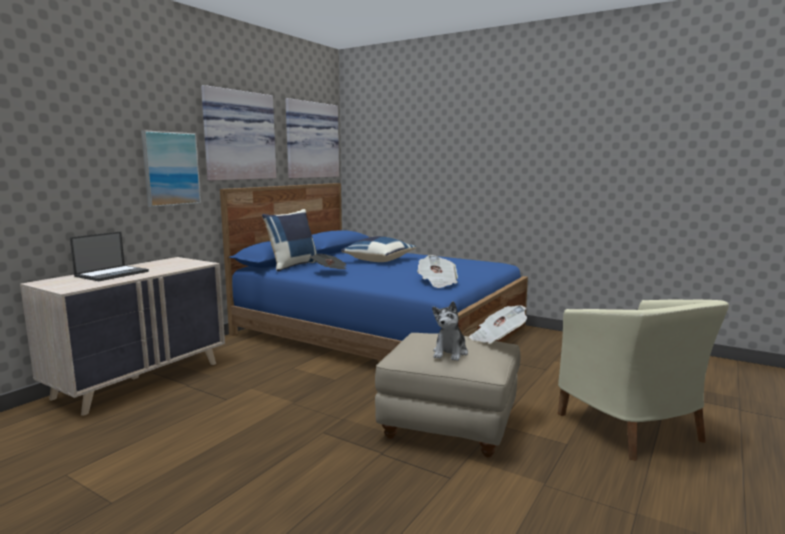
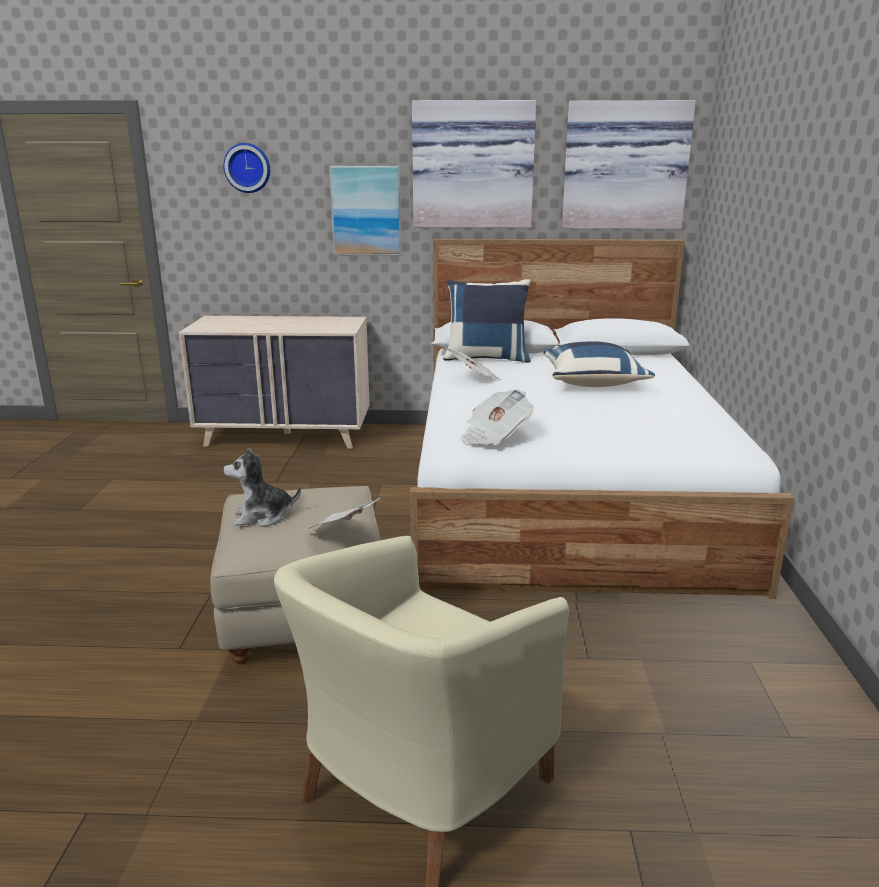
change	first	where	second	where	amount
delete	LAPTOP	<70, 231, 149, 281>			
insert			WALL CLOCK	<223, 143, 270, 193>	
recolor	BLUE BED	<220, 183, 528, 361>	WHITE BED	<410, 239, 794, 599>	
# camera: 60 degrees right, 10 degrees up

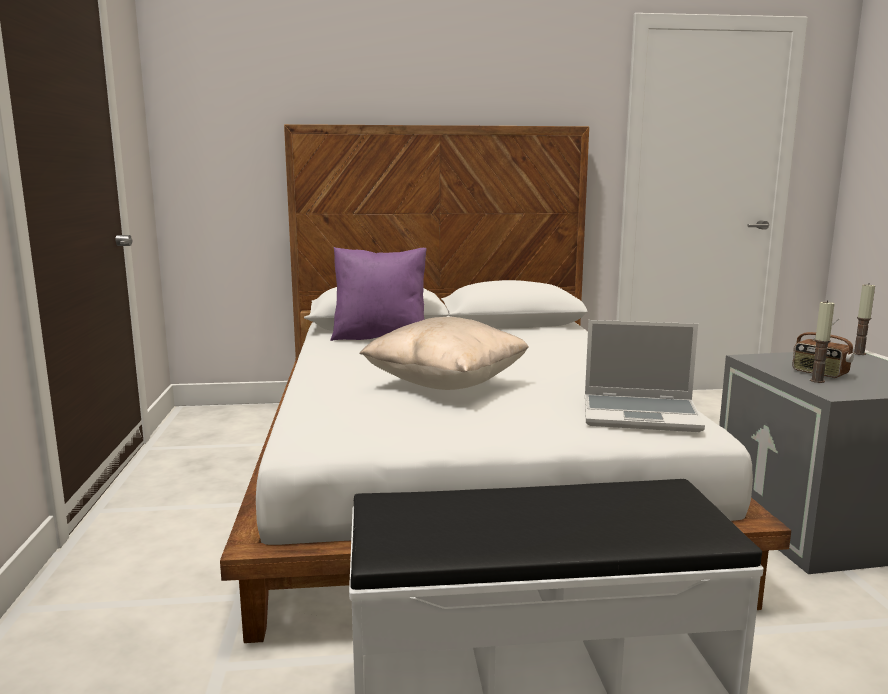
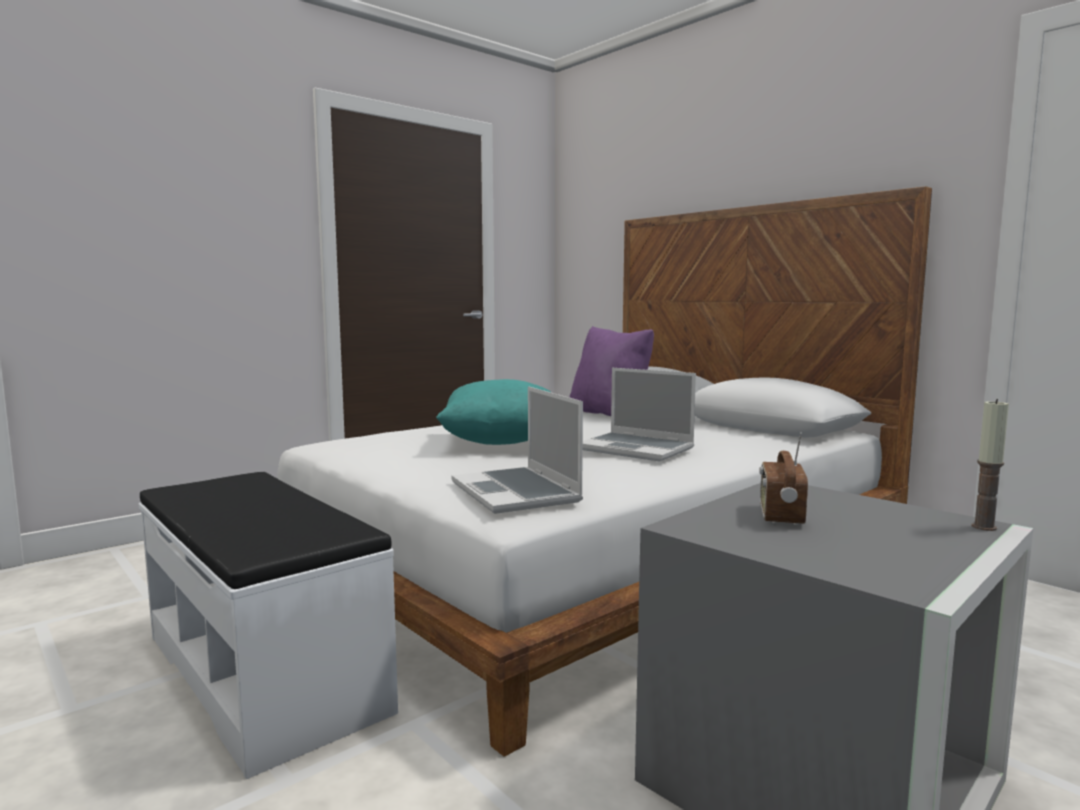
change	first	where	second	where	amount
delete	CANDLE	<810, 300, 835, 383>			
insert			LAPTOP	<583, 368, 696, 462>	
recolor	BEIGE PILLOW	<359, 317, 529, 390>	TURQUOISE PILLOW	<436, 379, 552, 445>	
# camera: 55 degrees right, 5 degrees down

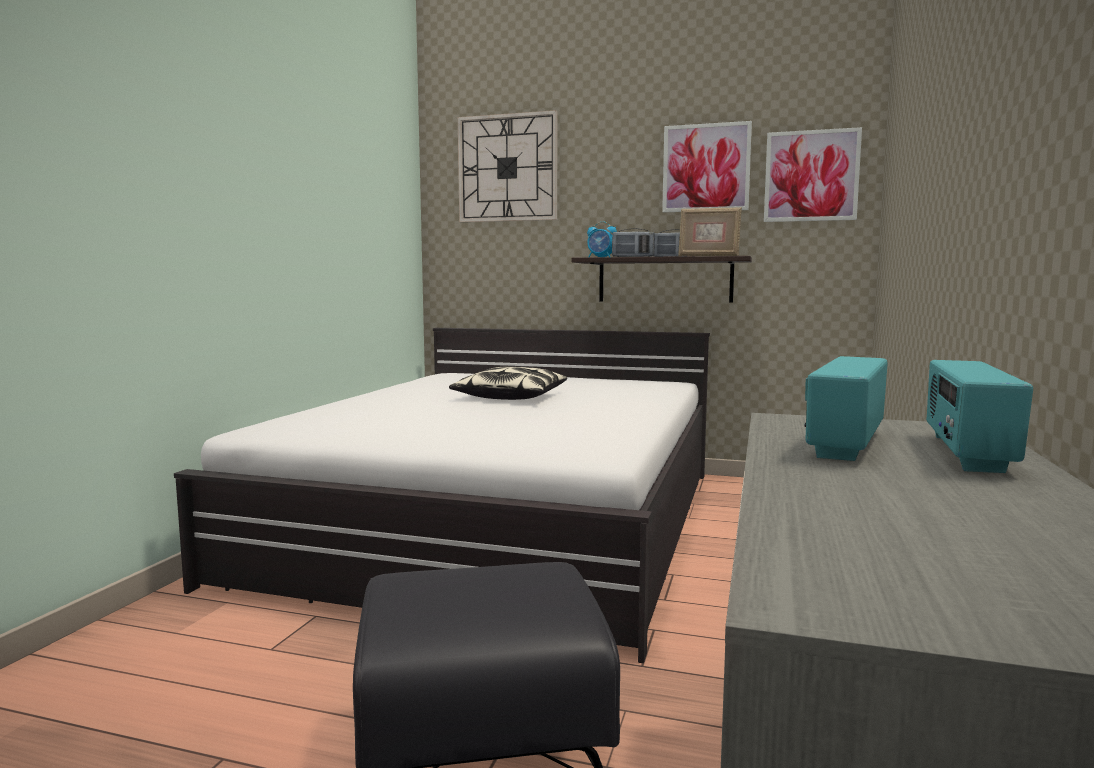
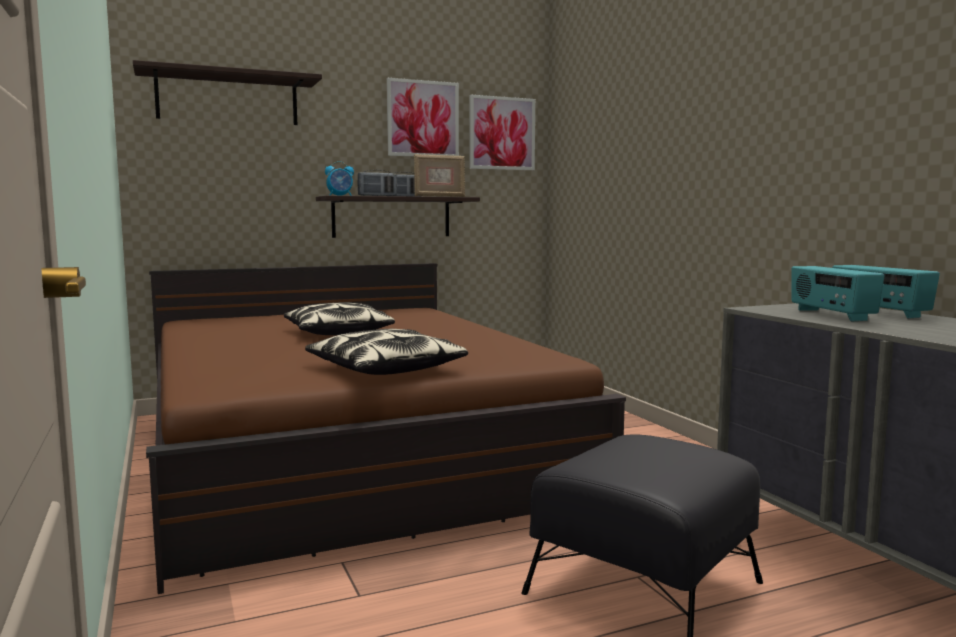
change	first	where	second	where	amount
insert			PILLOW	<305, 329, 468, 375>	
replace	WALL CLOCK	<458, 110, 557, 222>	SHELF	<133, 60, 322, 125>	
recolor	WHITE BED	<174, 328, 710, 663>	BROWN BED	<146, 263, 626, 594>	
# camera: 40 degrees left, 0 degrees up

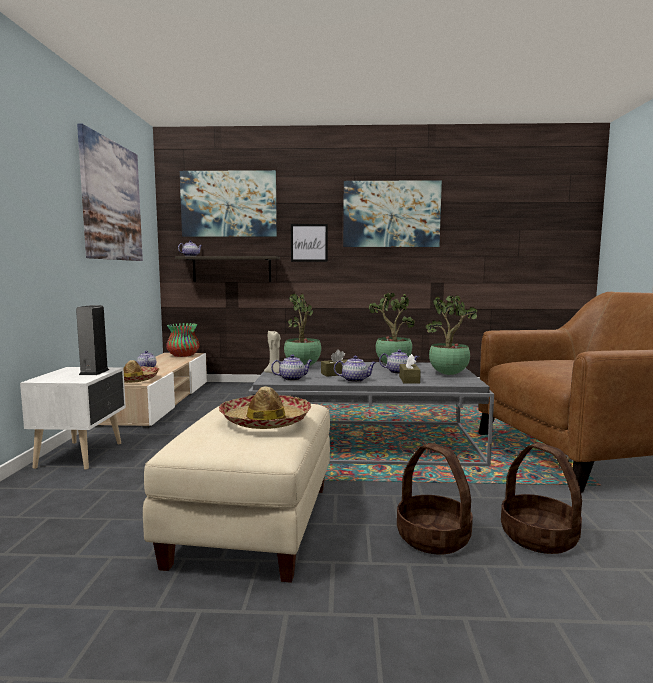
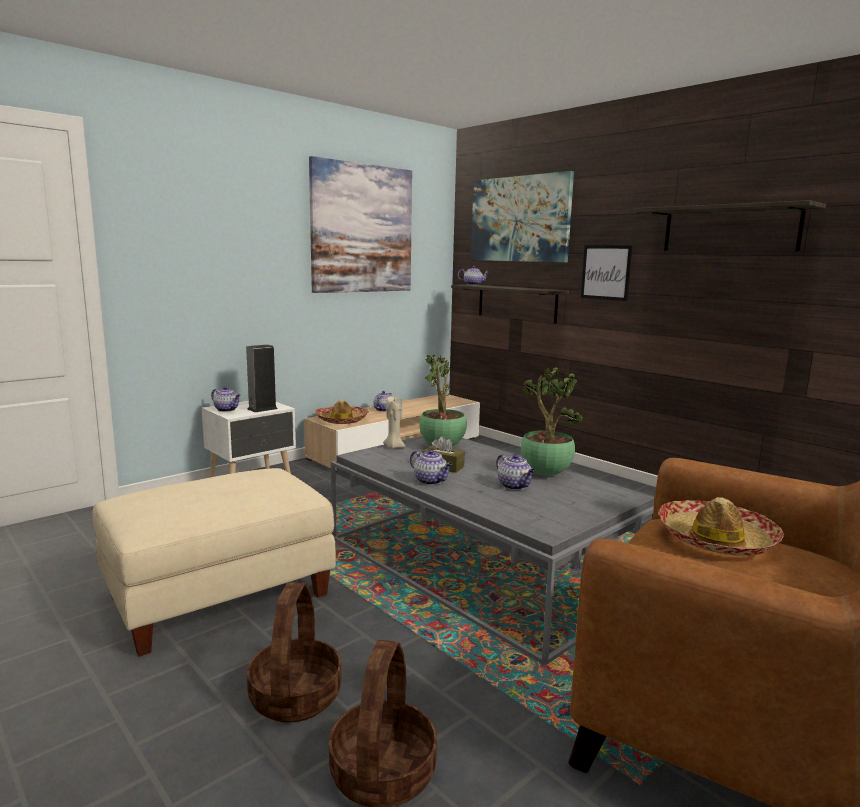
change	first	where	second	where	amount
delete	VASE	<166, 323, 200, 357>			
delete	BROWN TISSUE BOX	<399, 354, 421, 384>			
delete	POTTED PLANT	<425, 295, 478, 375>			
move	HAT	<219, 386, 311, 429>		<658, 497, 784, 556>	
move	TEAPOT	<271, 354, 313, 381>		<211, 386, 241, 412>	
replace	PICTURE	<343, 180, 442, 247>	SHELF	<634, 200, 826, 252>	
# camera: 45 degrees right, 5 degrees up

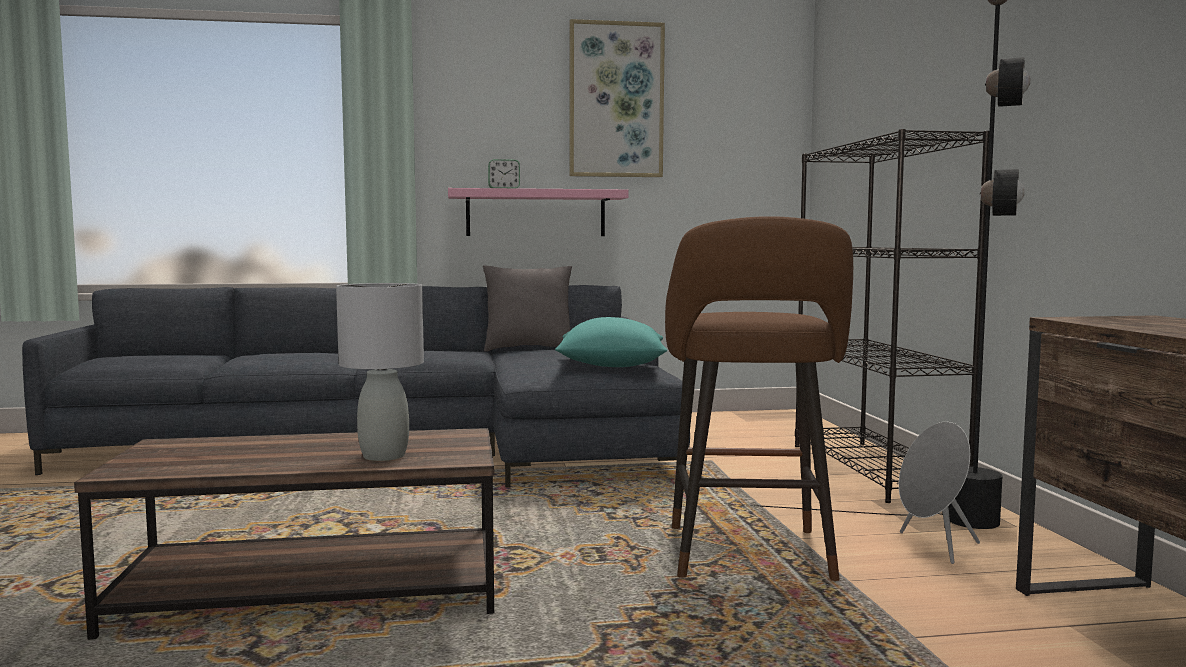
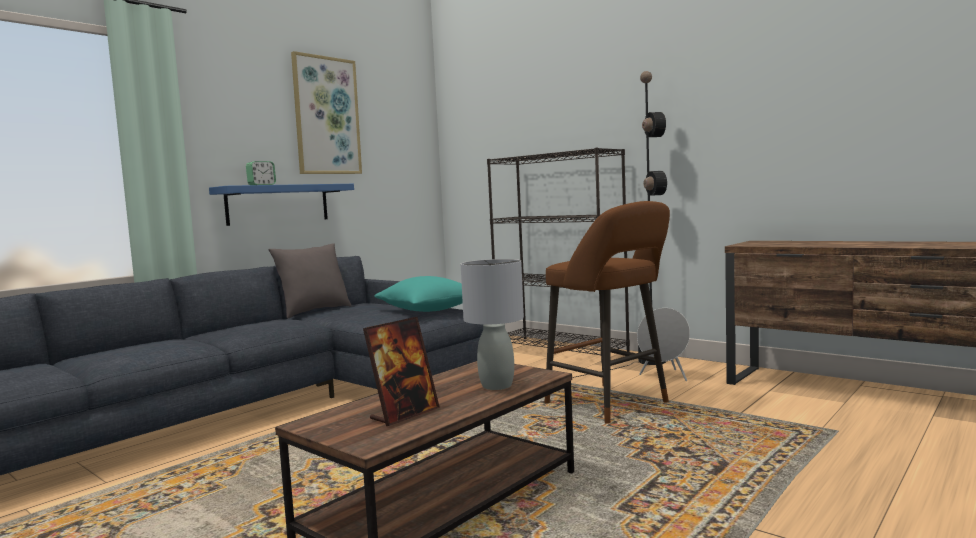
change	first	where	second	where	amount
insert			PICTURE FRAME	<363, 317, 440, 426>	
recolor	PINK SHELF	<448, 188, 629, 236>	BLUE SHELF	<209, 184, 354, 226>	
# camera: 40 degrees left, 0 degrees up

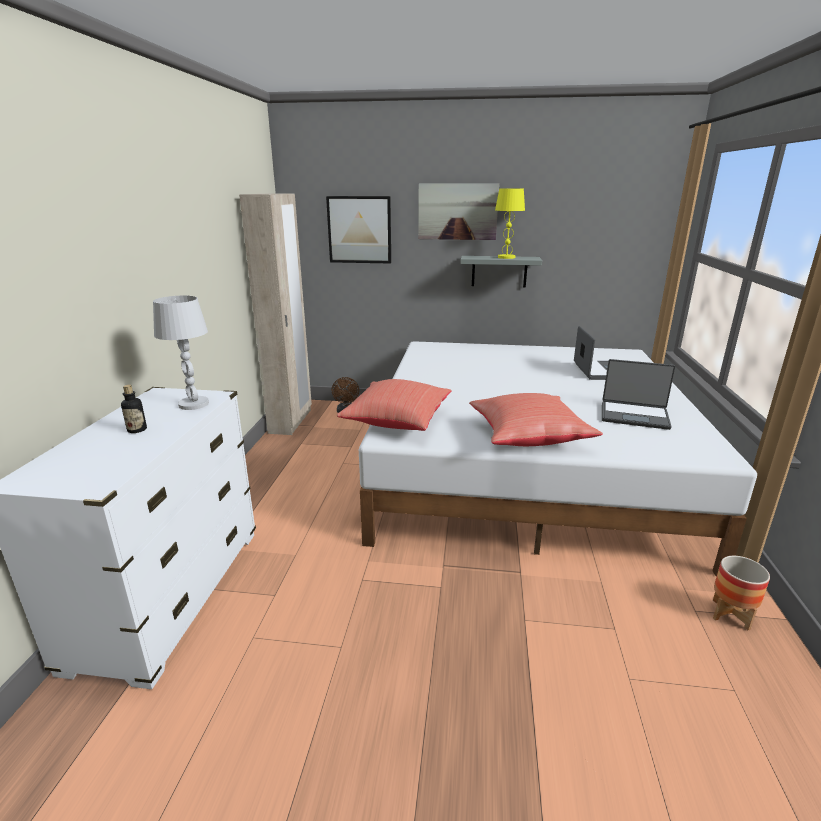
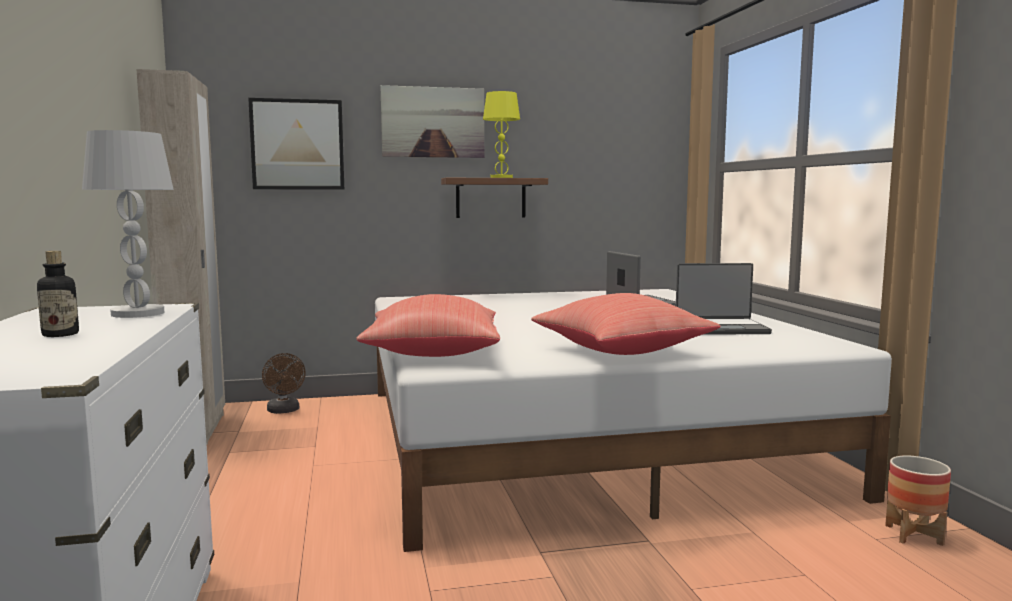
change	first	where	second	where	amount
recolor	GREY SHELF	<460, 256, 542, 287>	BROWN SHELF	<441, 178, 548, 218>	
# camera: 20 degrees left, 15 degrees down

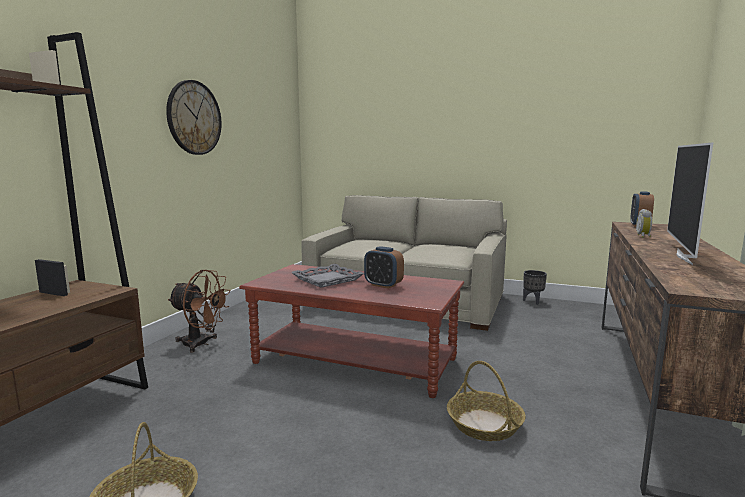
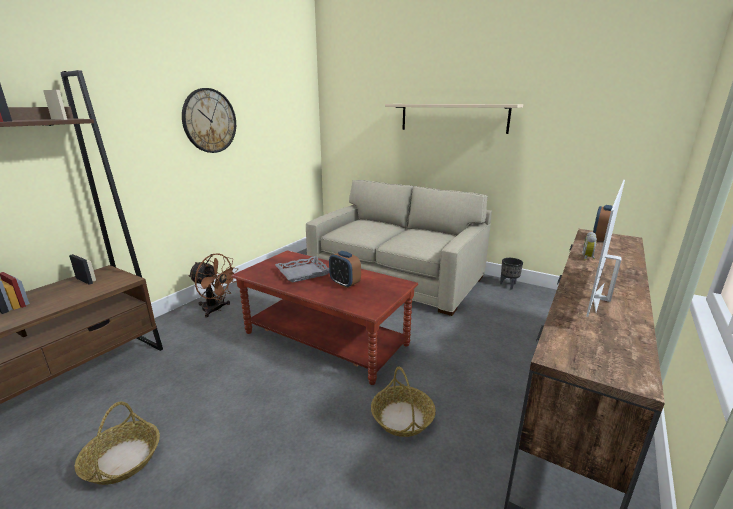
change	first	where	second	where	amount
insert			BEIGE SHELF	<385, 104, 523, 134>	
# camera: 10 degrees right, 10 degrees up

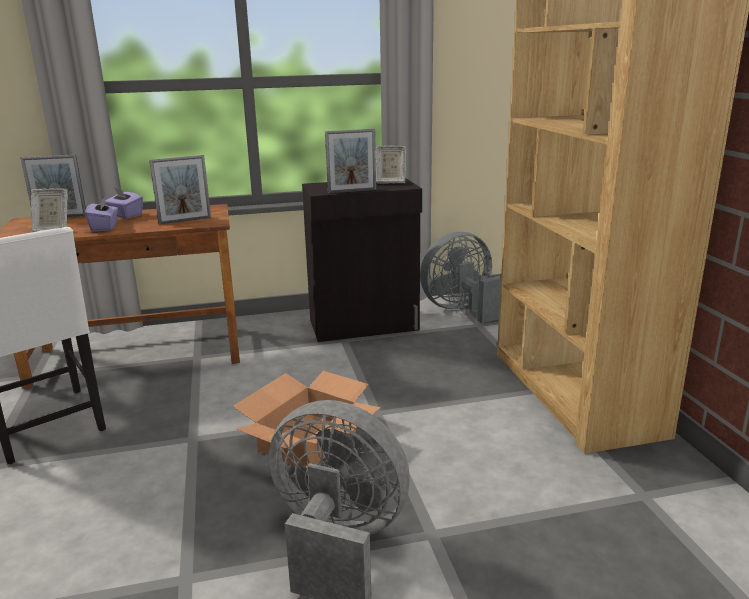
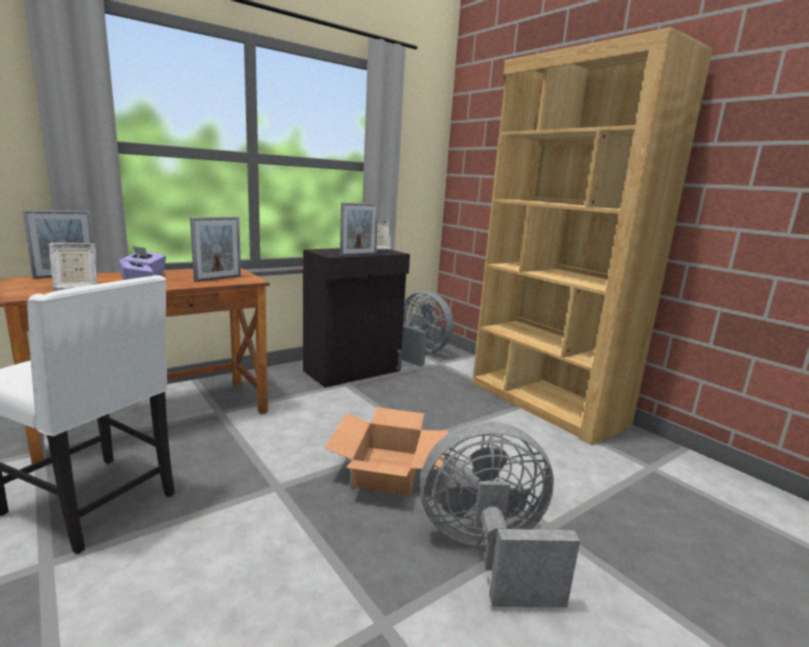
change	first	where	second	where	amount
rotate	GREY FAN	<420, 232, 501, 323>		<402, 291, 454, 367>	90 degrees clockwise
# camera: 25 degrees left, 5 degrees down

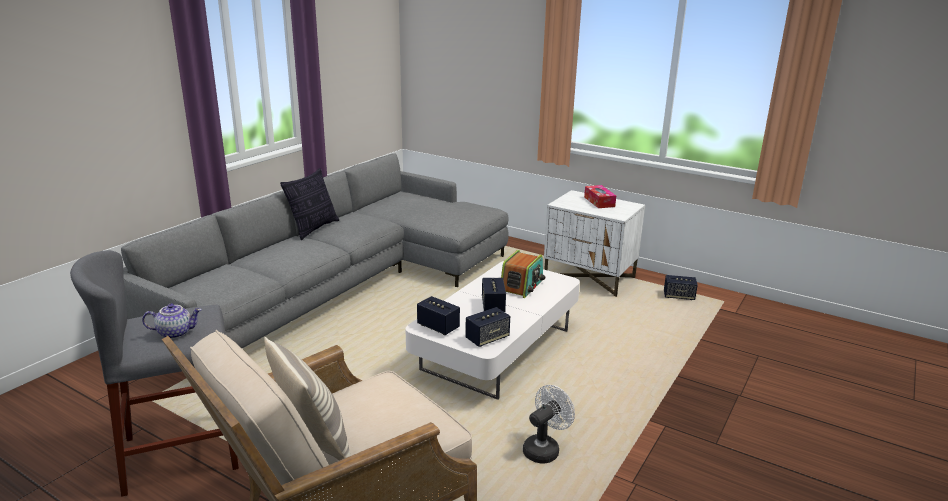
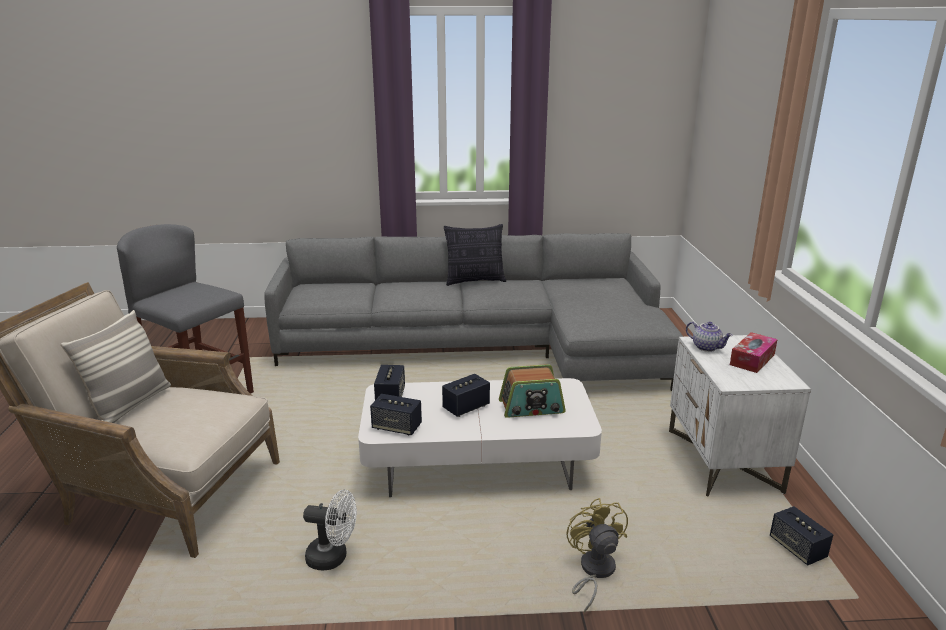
change	first	where	second	where	amount
insert			YELLOW FAN	<566, 498, 628, 613>	
move	TEAPOT	<142, 303, 202, 339>		<686, 321, 733, 352>	
# camera: 55 degrees right, 0 degrees up

